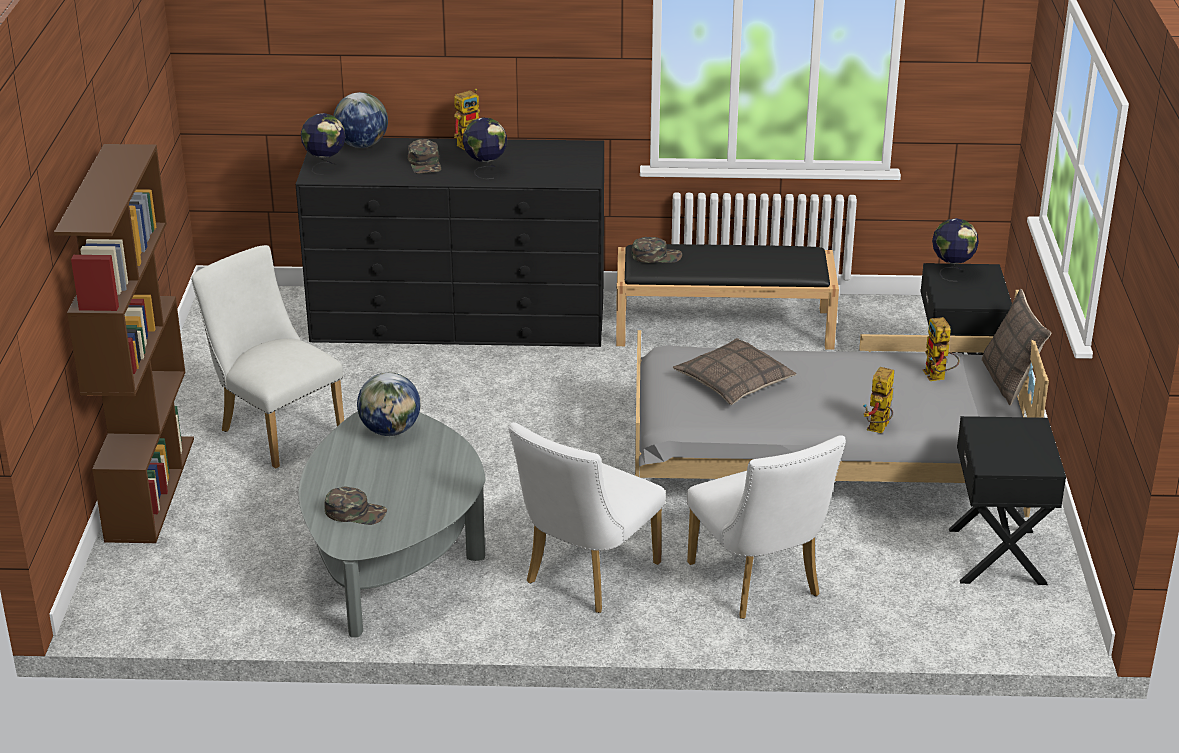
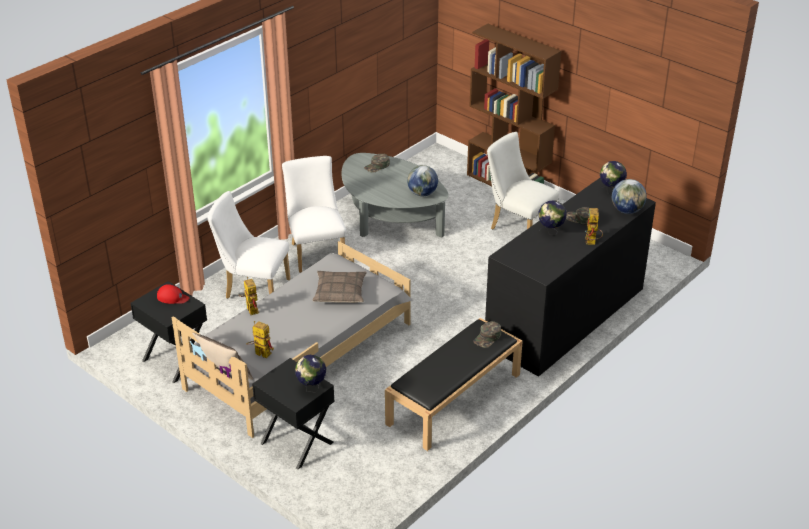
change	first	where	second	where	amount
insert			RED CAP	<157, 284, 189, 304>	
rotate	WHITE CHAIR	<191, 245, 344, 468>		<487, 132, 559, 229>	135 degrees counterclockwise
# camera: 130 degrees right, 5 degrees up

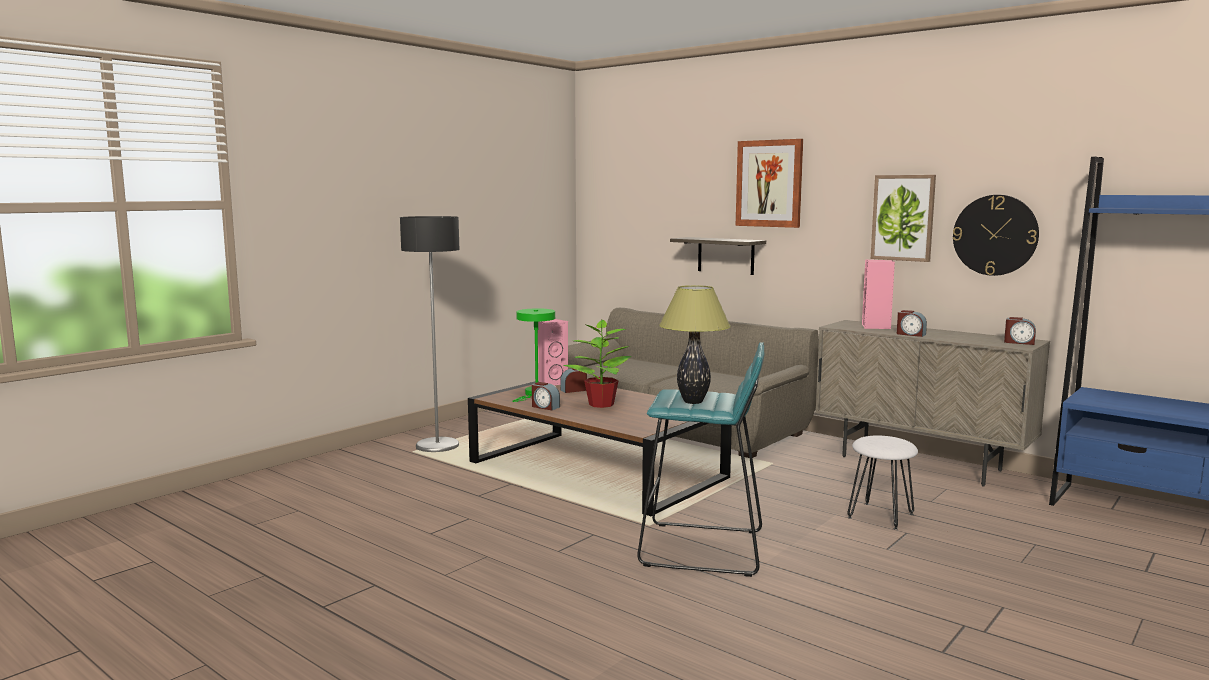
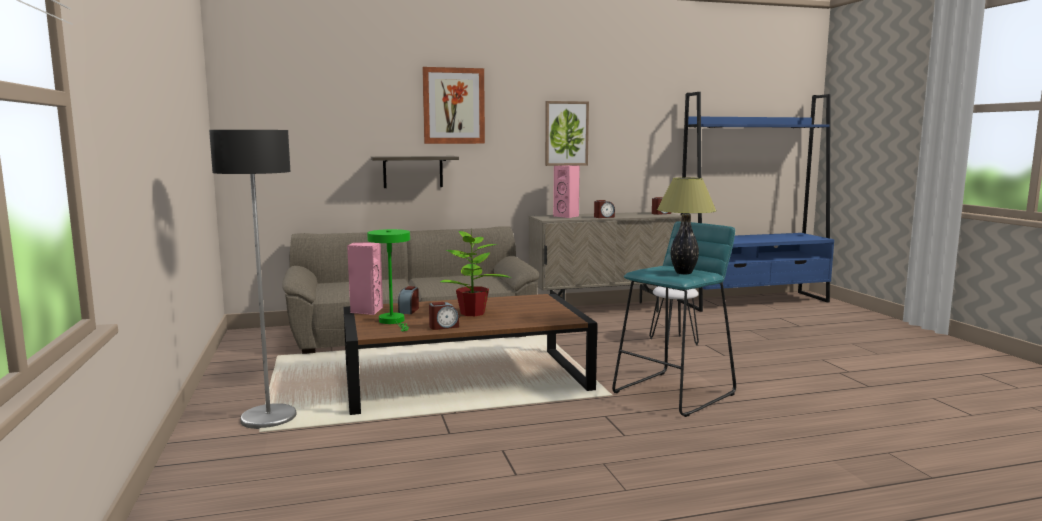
change	first	where	second	where	amount
delete	WALL CLOCK	<953, 195, 1039, 276>			
# camera: 55 degrees left, 0 degrees up

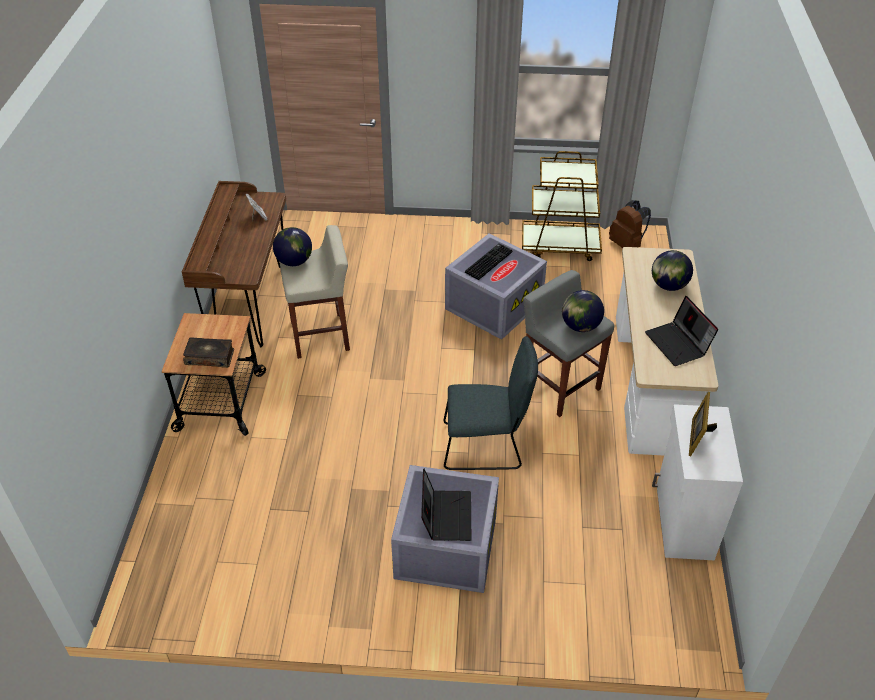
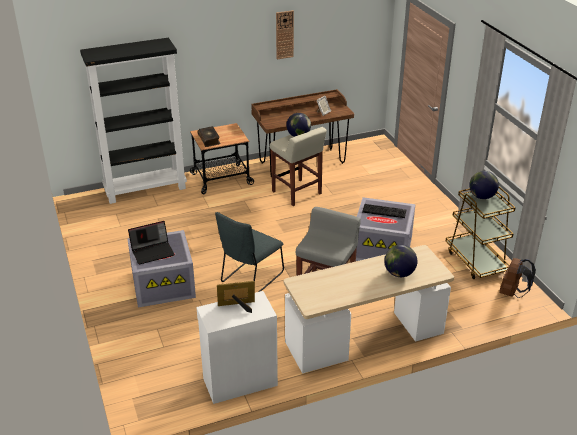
change	first	where	second	where	amount
delete	LAPTOP	<645, 296, 718, 366>			
insert			BLACK BOOKCASE	<80, 38, 187, 204>	
insert			WALL CLOCK	<276, 10, 294, 59>	
move	GLOBE	<562, 290, 604, 332>		<469, 171, 499, 199>	
rotate	GREY CHAIR	<443, 336, 538, 470>		<215, 212, 284, 292>	60 degrees clockwise
# camera: 65 degrees right, 10 degrees down

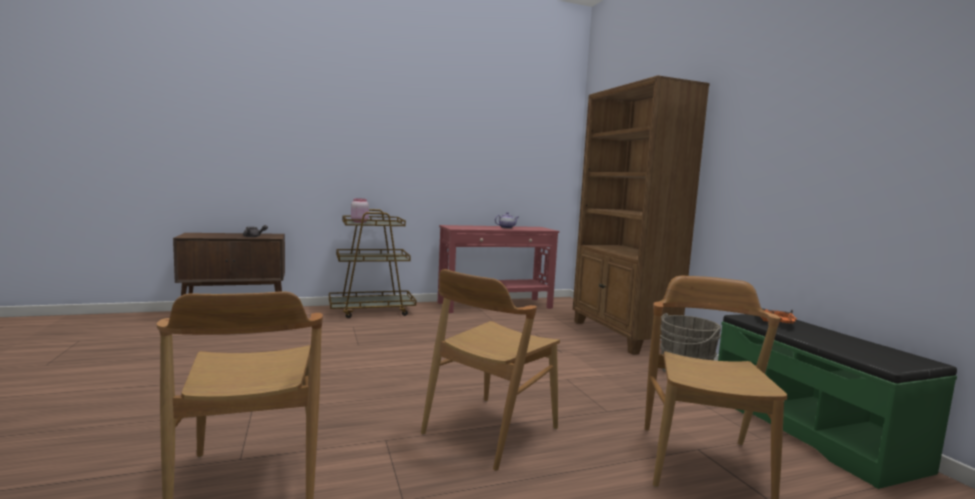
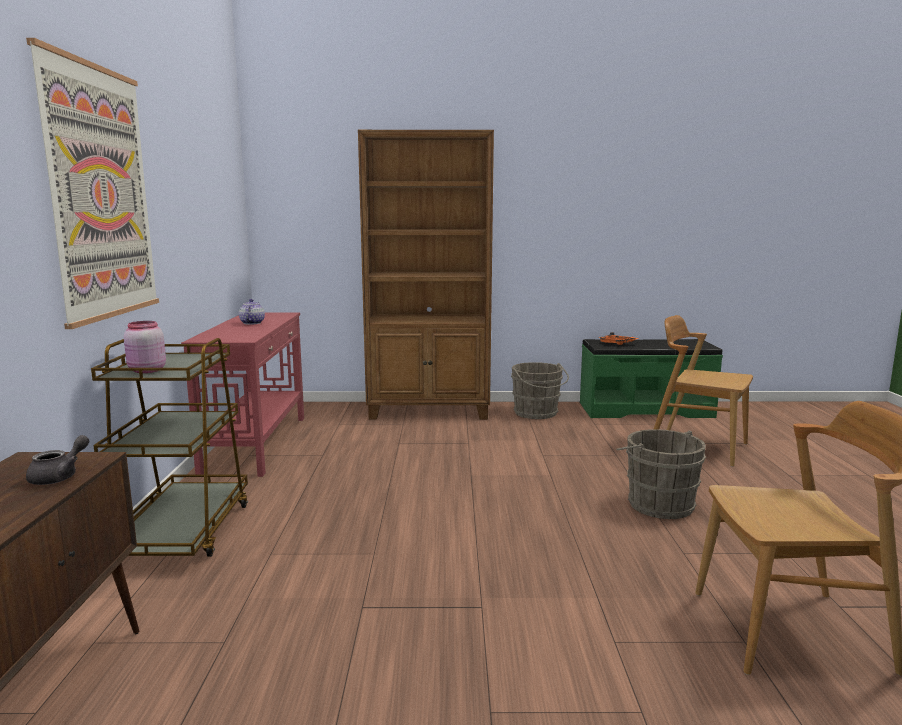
change	first	where	second	where	amount
insert			PICTURE	<26, 38, 159, 329>	
replace	BROWN CHAIR	<421, 269, 560, 471>	GREY BUCKET	<616, 429, 706, 519>	
# camera: 70 degrees left, 5 degrees up

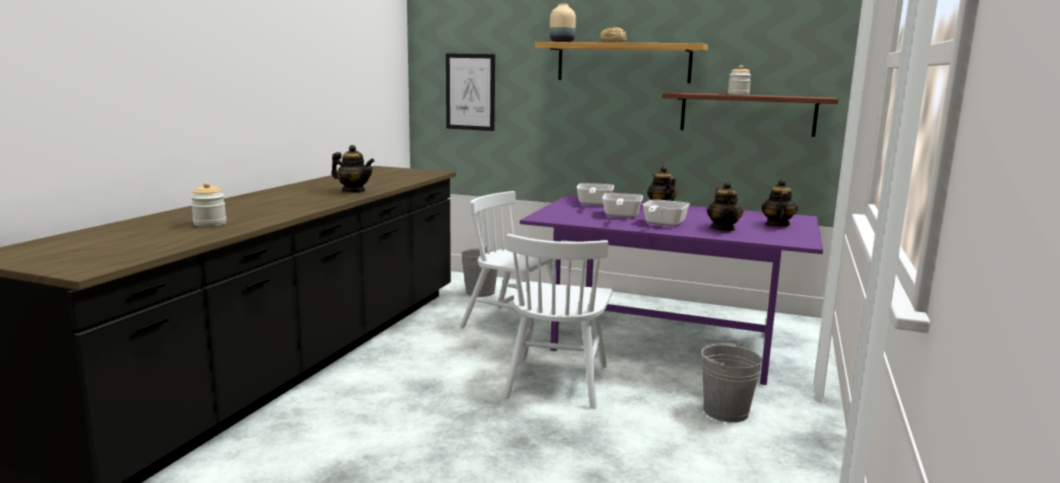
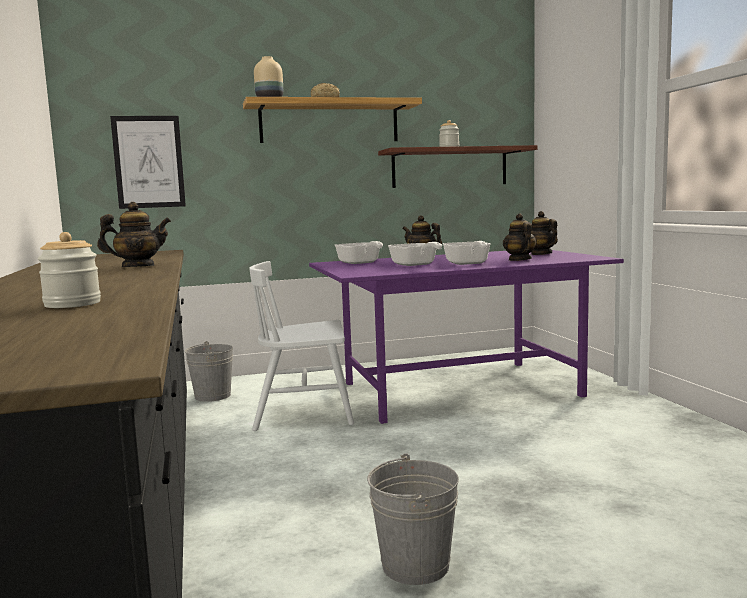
change	first	where	second	where	amount
delete	WHITE CHAIR	<503, 234, 612, 409>			
move	GREY BUCKET	<701, 342, 762, 422>		<367, 453, 459, 585>	
rotate	TEAPOT	<707, 182, 743, 231>		<503, 214, 537, 261>	150 degrees counterclockwise
# camera: 35 degrees left, 5 degrees down

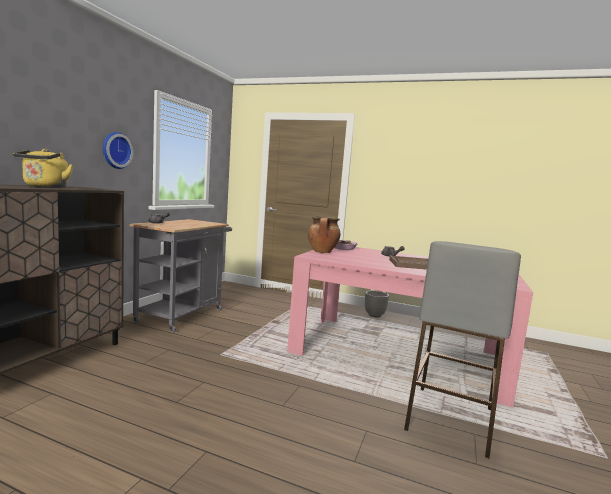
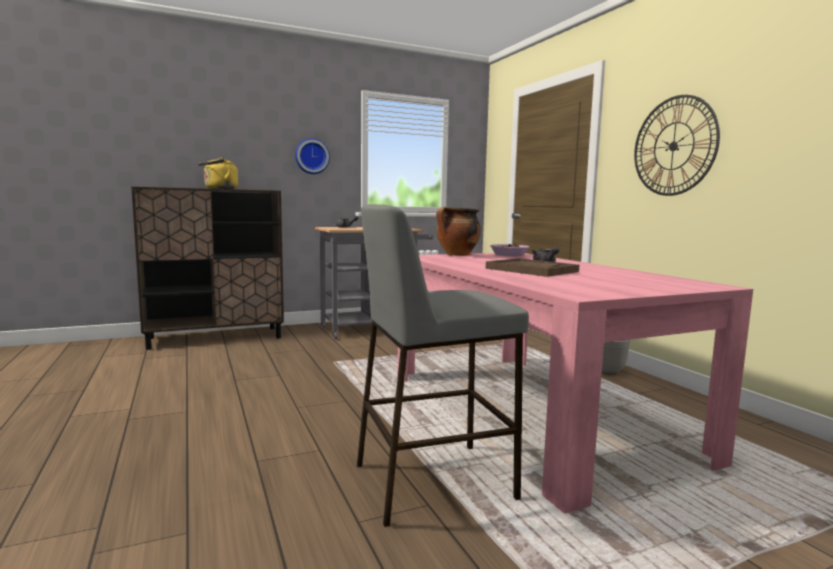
change	first	where	second	where	amount
insert			WALL CLOCK	<634, 95, 720, 196>	
# camera: 45 degrees right, 0 degrees up

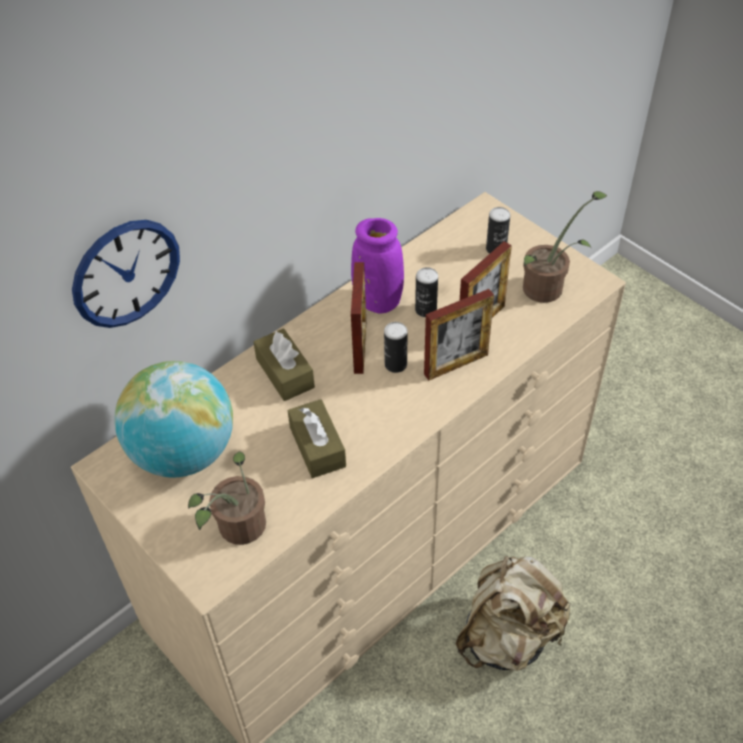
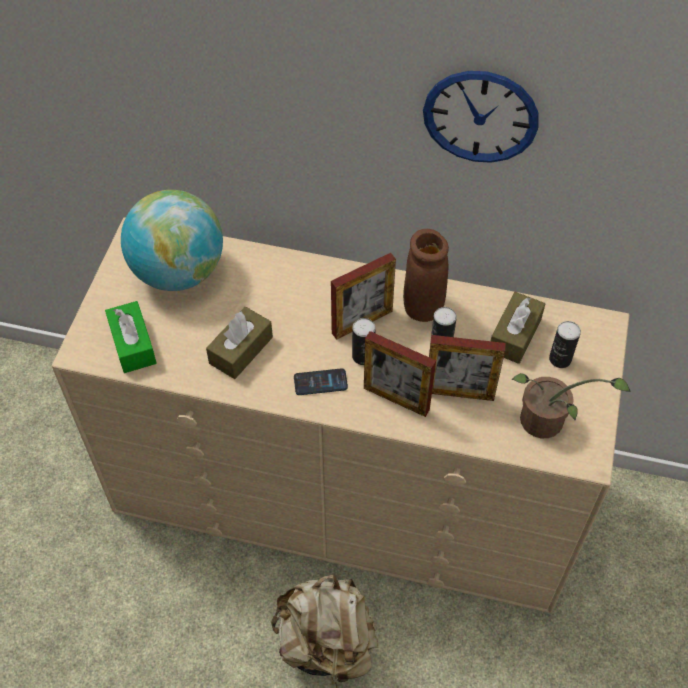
change	first	where	second	where	amount
insert			PHONE	<294, 368, 348, 395>	
move	WALL CLOCK	<72, 220, 180, 328>		<423, 71, 538, 163>	
move	BROWN TISSUE BOX	<254, 328, 315, 401>		<491, 292, 545, 364>	
replace	POTTED PLANT	<188, 451, 266, 545>	GREEN TISSUE BOX	<105, 301, 157, 373>	
recolor	PURPLE VASE	<351, 218, 404, 314>	BROWN VASE	<403, 229, 449, 322>	
# camera: 55 degrees right, 5 degrees up

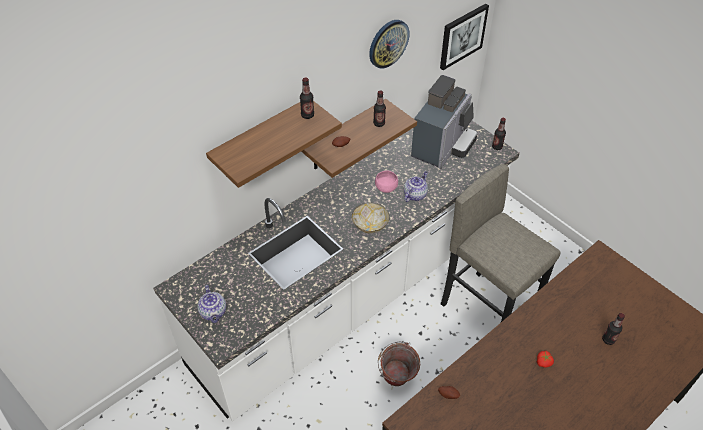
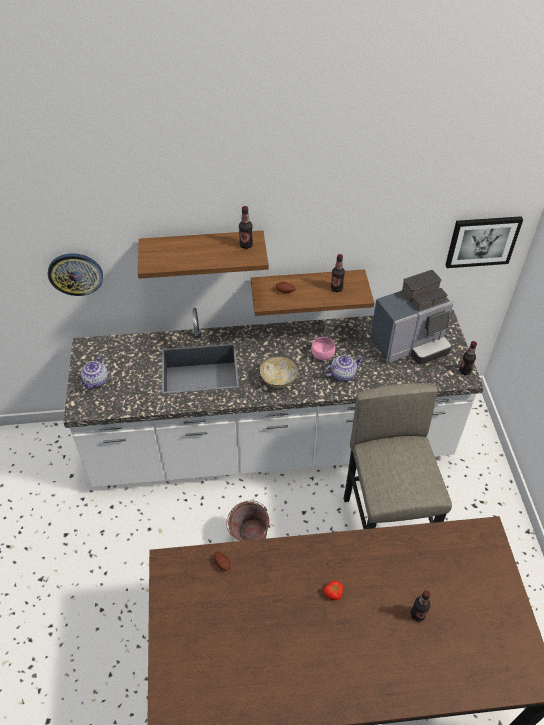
change	first	where	second	where	amount
move	WALL CLOCK	<369, 20, 410, 69>		<48, 253, 103, 296>	
# camera: 35 degrees right, 0 degrees up

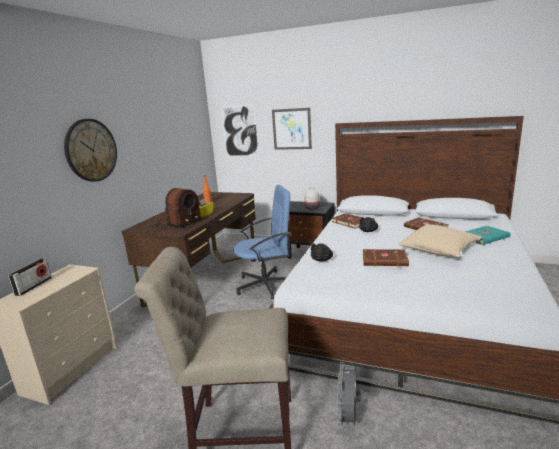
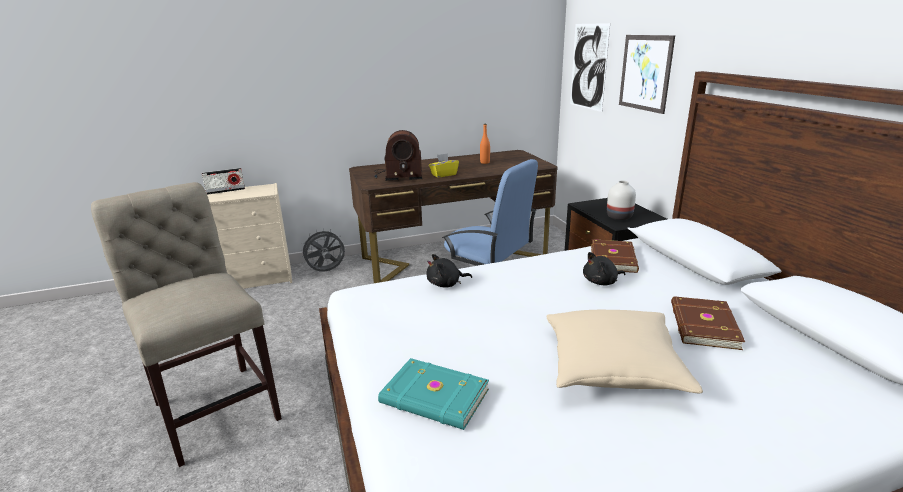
change	first	where	second	where	amount
delete	WALL CLOCK	<64, 119, 117, 181>			
delete	BROWN BOOK	<363, 249, 409, 266>			
move	GREY FAN	<337, 362, 368, 428>		<301, 228, 345, 272>	
move	TURQUOISE BOOK	<465, 226, 511, 245>		<378, 358, 489, 430>	
# camera: 50 degrees right, 5 degrees up

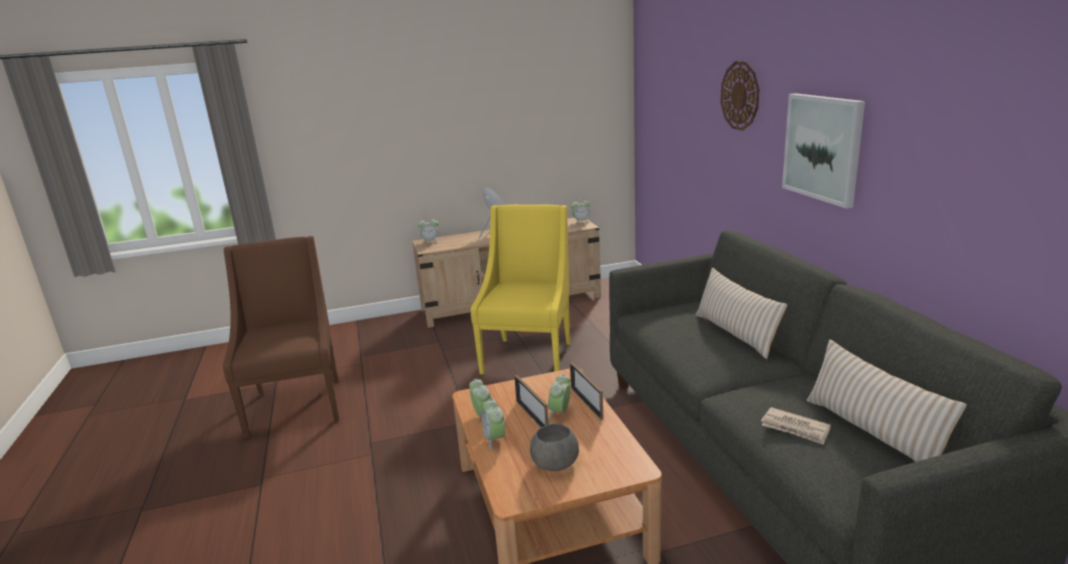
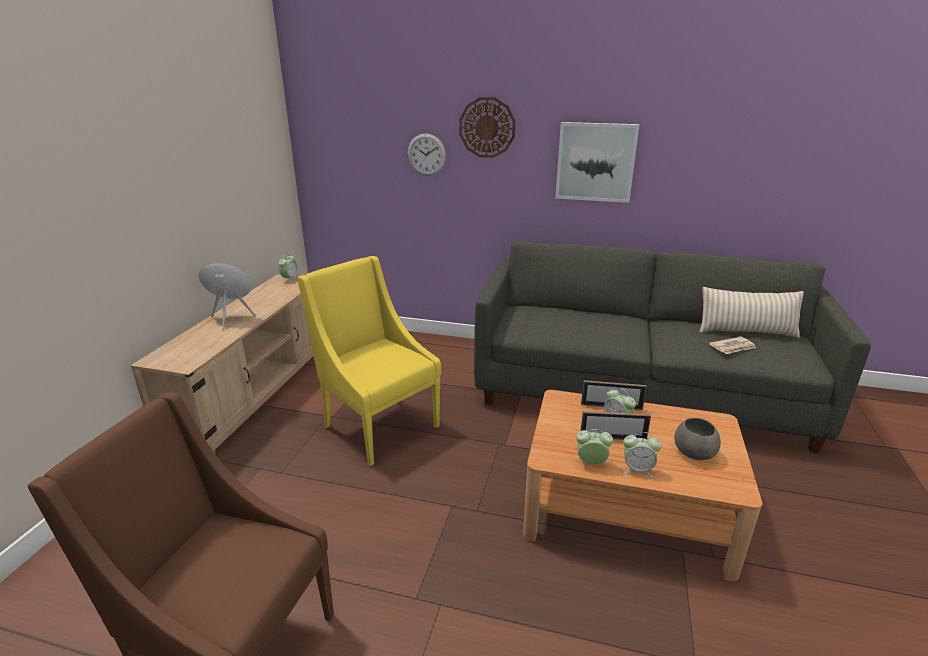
change	first	where	second	where	amount
delete	ALARM CLOCK	<418, 217, 439, 244>			
delete	BEIGE PILLOW	<696, 268, 787, 359>			
insert			WALL CLOCK	<408, 133, 446, 176>	
# camera: 60 degrees left, 5 degrees up

